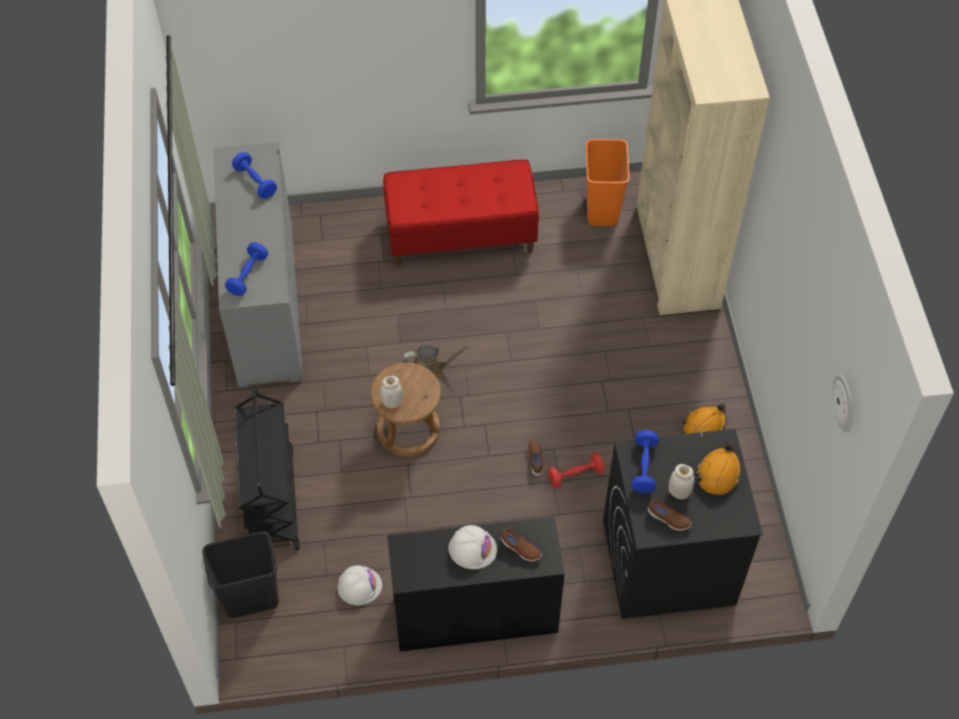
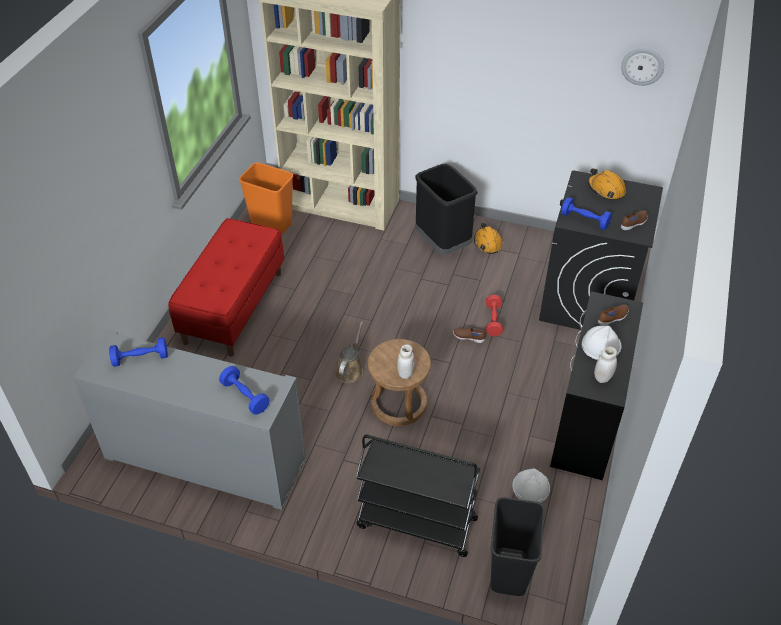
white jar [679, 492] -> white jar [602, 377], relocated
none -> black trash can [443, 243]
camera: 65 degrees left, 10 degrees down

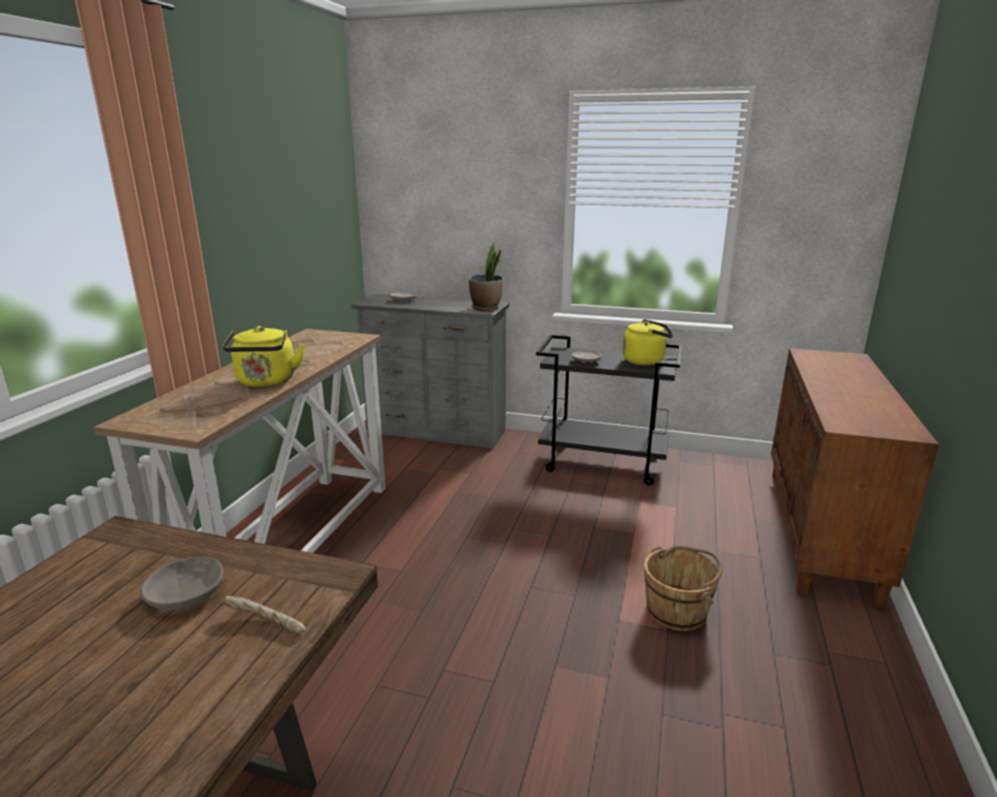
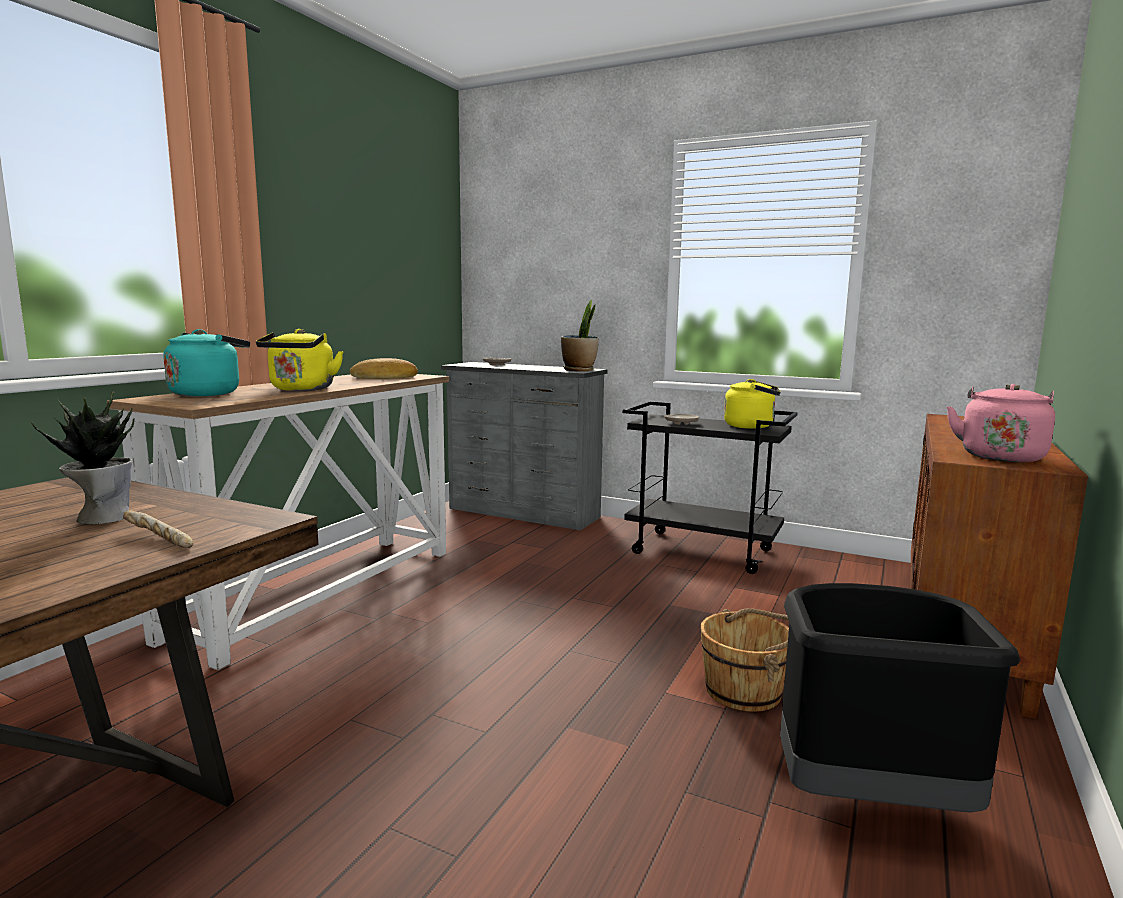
grey bowl [187, 593] -> potted plant [102, 517]
none -> turquoise kettle [208, 393]
none -> bread [385, 377]
none -> pink kettle [1000, 456]
none -> black trash can [867, 801]
camera: 10 degrees right, 10 degrees down

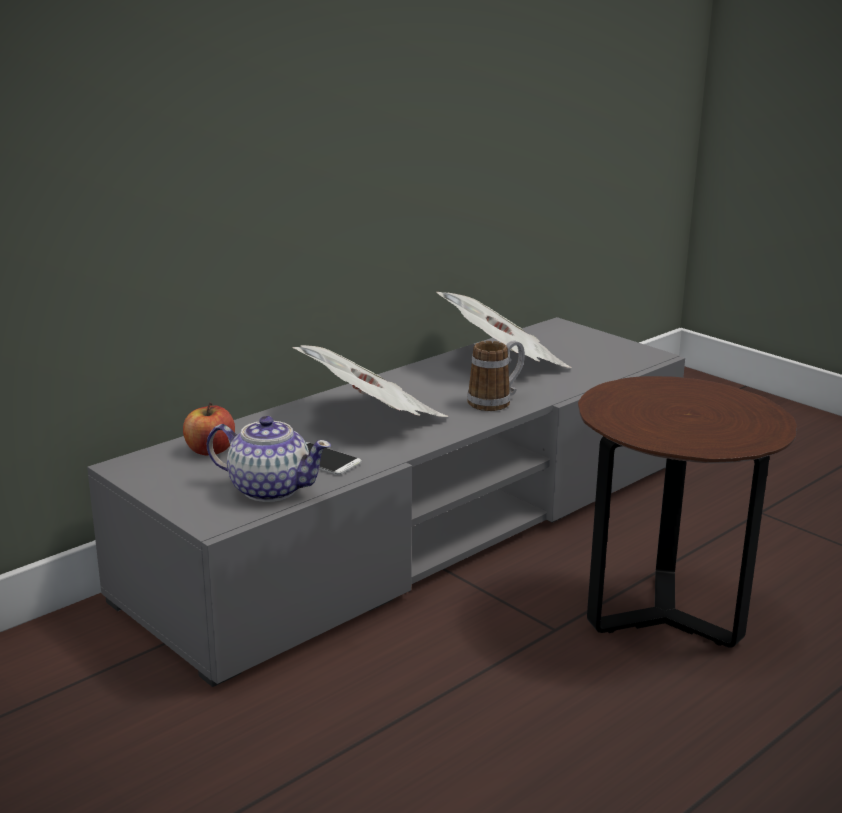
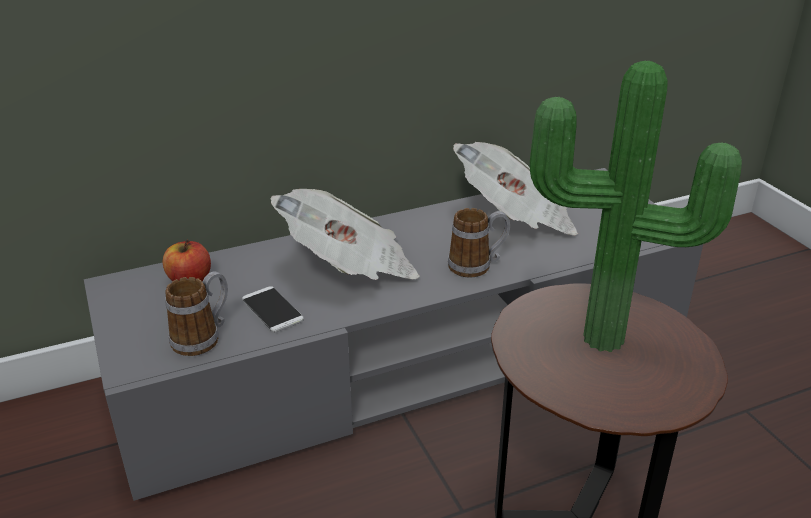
teapot [269, 489] -> mug [203, 337]
none -> potted plant [604, 344]
camera: 20 degrees right, 10 degrees up

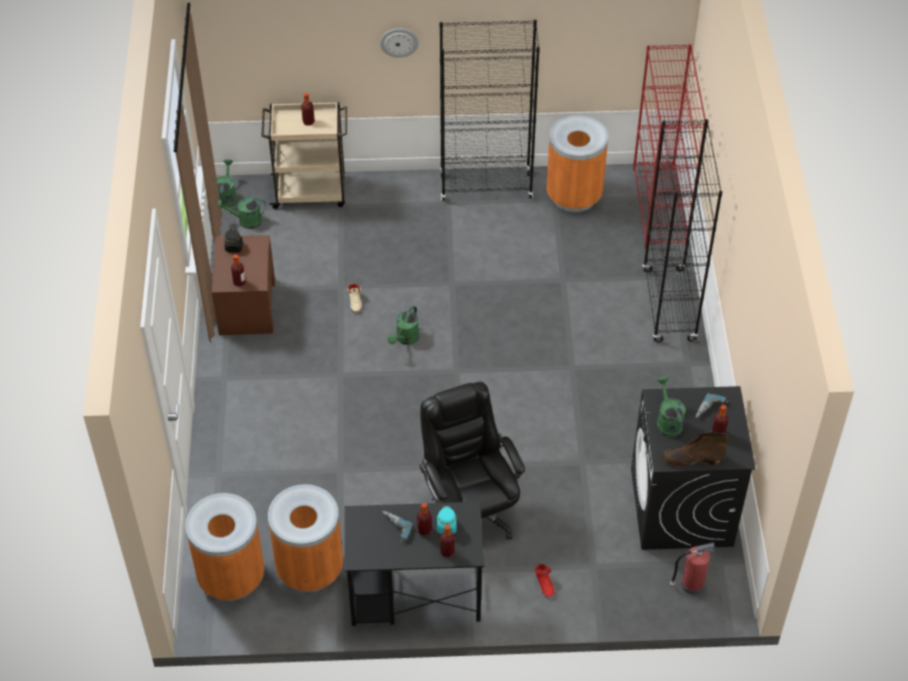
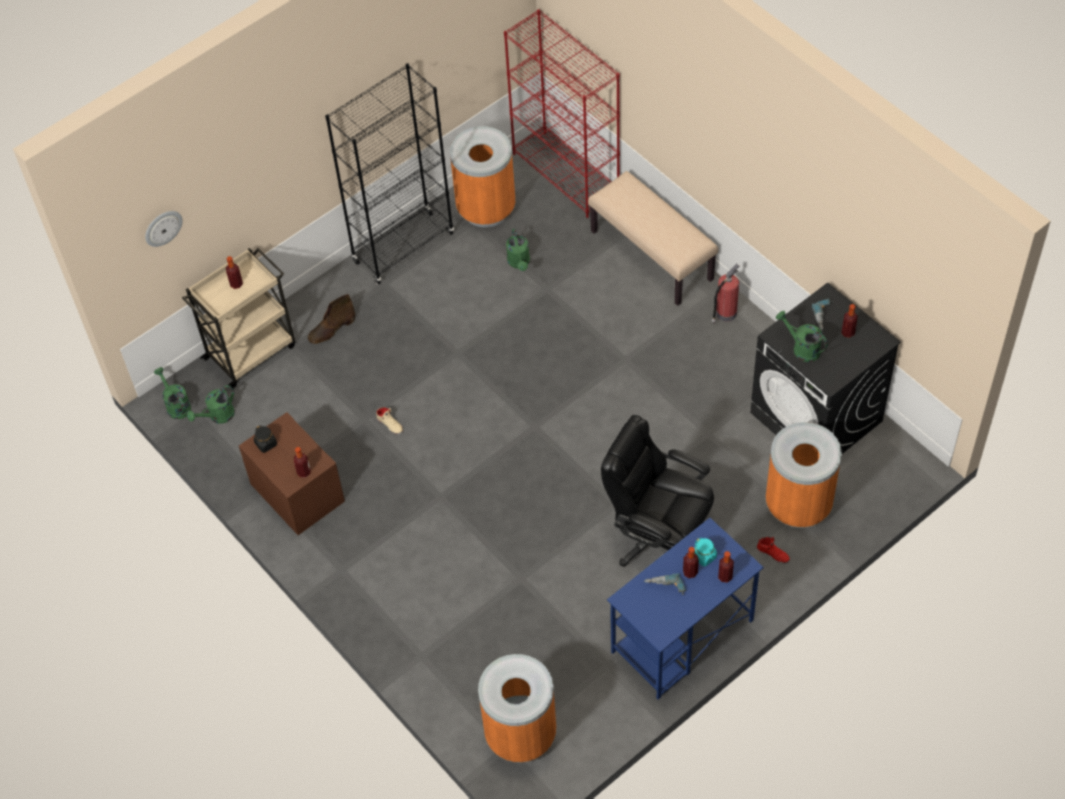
wall clock [399, 42] -> wall clock [163, 227], relocated
black bookcase [669, 306] -> beige bench [652, 255]
green watering can [405, 339] -> green watering can [519, 263], relocated
brown boot [692, 459] -> brown boot [331, 329], relocated
orange trash can [310, 569] -> orange trash can [798, 505], relocated
black desk [414, 594] -> blue desk [681, 637]
fire extinguisher [691, 585] -> fire extinguisher [725, 313], relocated
camera: 35 degrees left, 5 degrees up

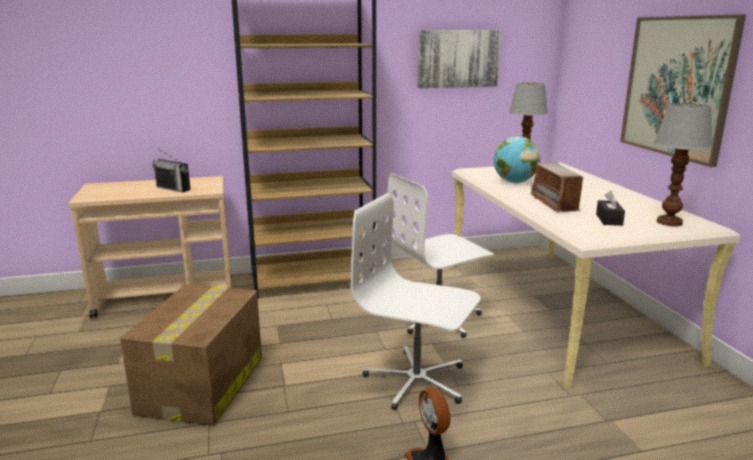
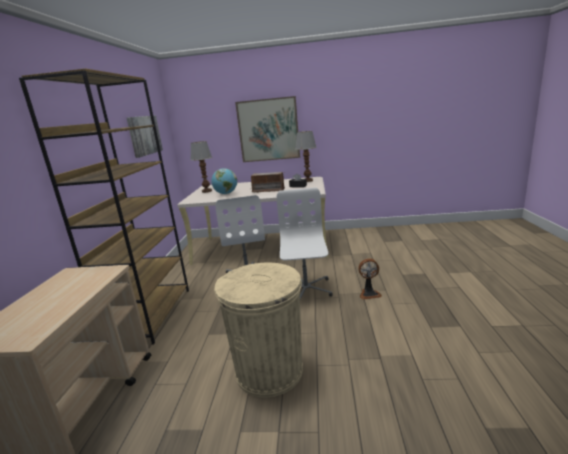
radio [173, 188] -> none
white office chair [416, 381] -> white office chair [305, 289], 135 degrees clockwise
cardboard box [201, 385] -> beige trash can [269, 371]
camera: 70 degrees left, 0 degrees up

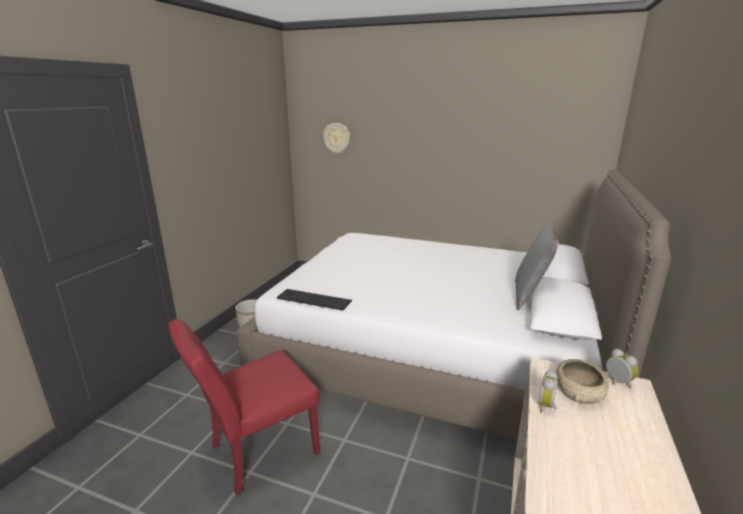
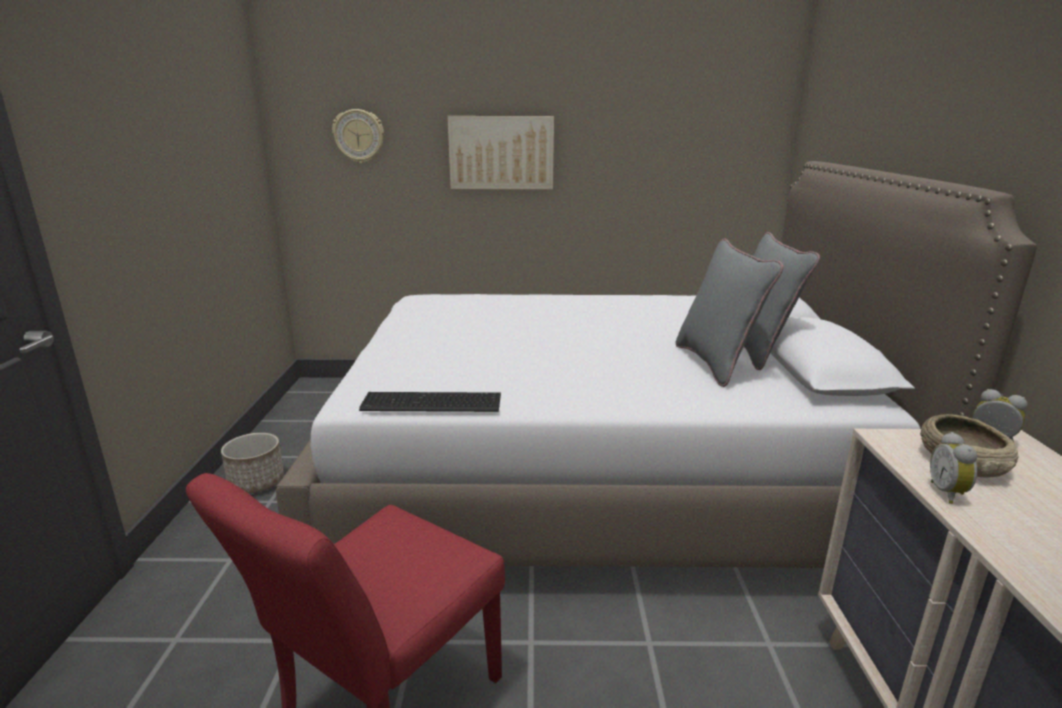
none -> picture [501, 153]
none -> grey pillow [716, 363]
camera: 20 degrees left, 0 degrees up

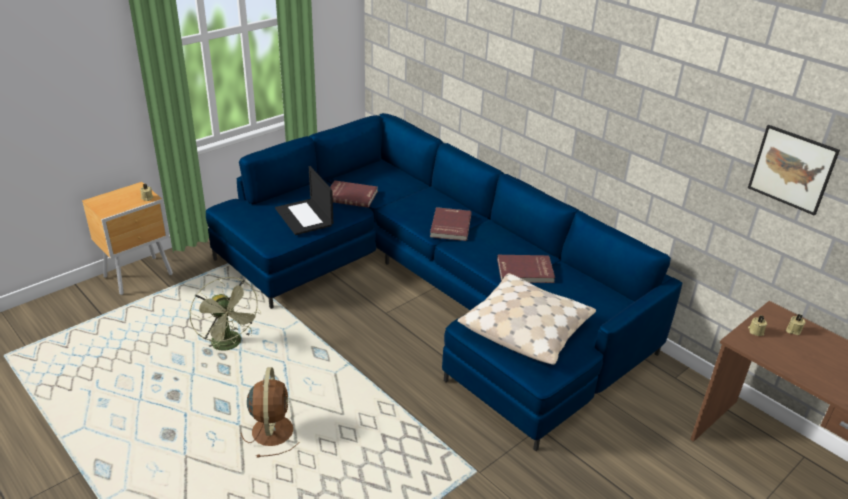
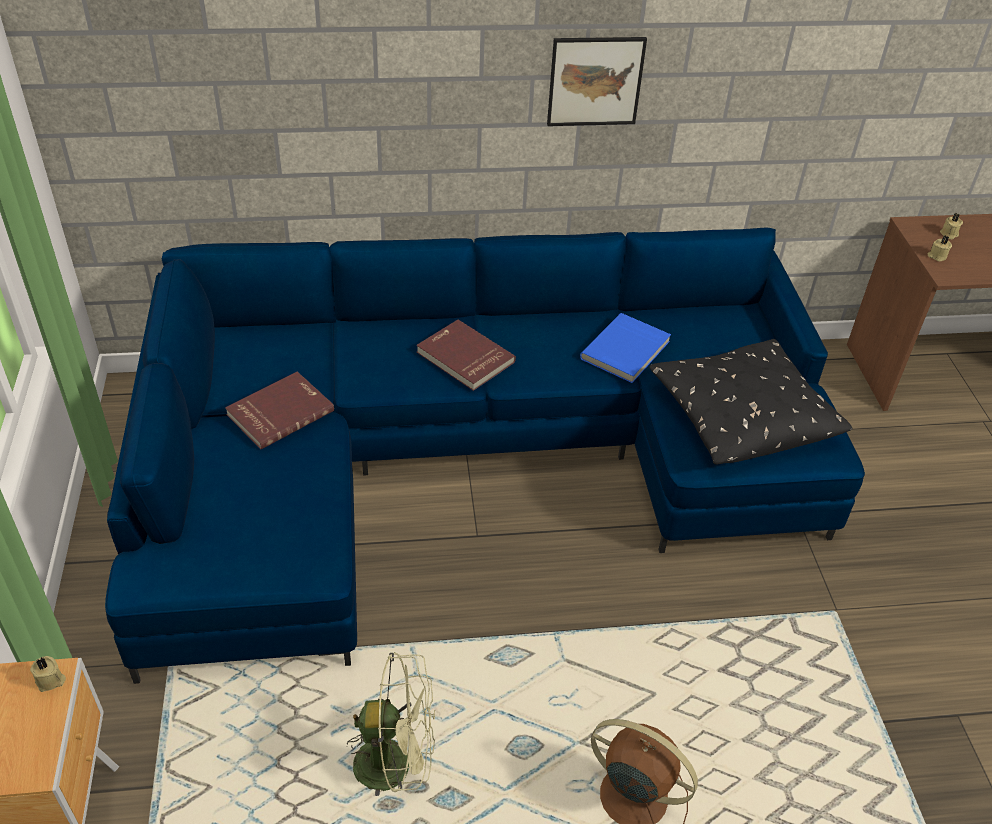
picture [792, 169] -> picture [595, 81], relocated
laptop [305, 217] -> none
red book [525, 271] -> blue book [626, 351]
beige pillow [526, 328] -> black pillow [741, 415]
camera: 55 degrees left, 10 degrees up

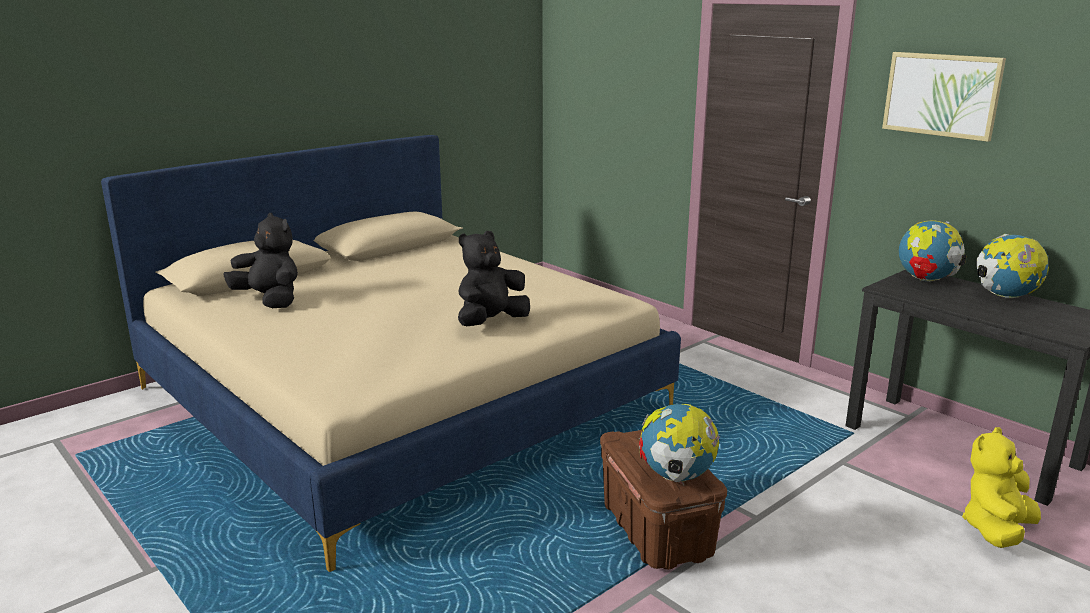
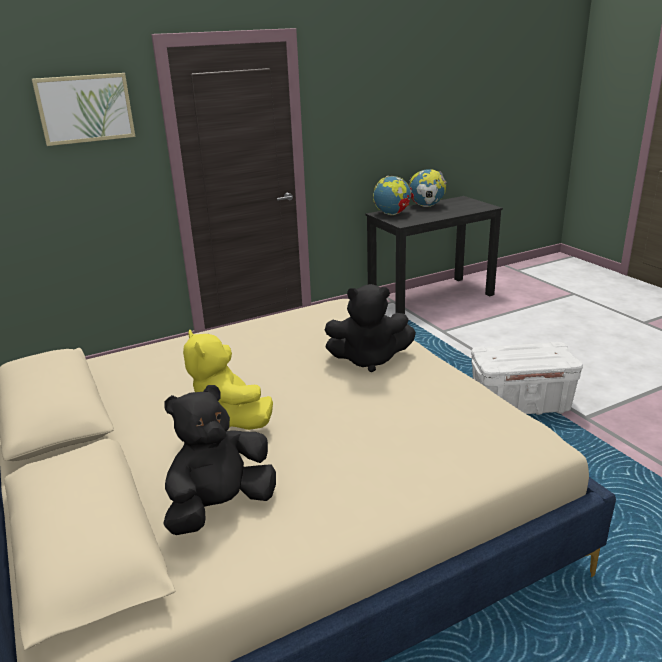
picture [941, 95] -> picture [85, 108], relocated
black plush toy [491, 322] -> black plush toy [369, 359], 60 degrees counterclockwise
globe [676, 477] -> none
yellow plush toy [996, 530] -> yellow plush toy [230, 420], relocated
brown storage box [657, 531] -> white storage box [520, 404]
camera: 75 degrees left, 5 degrees up

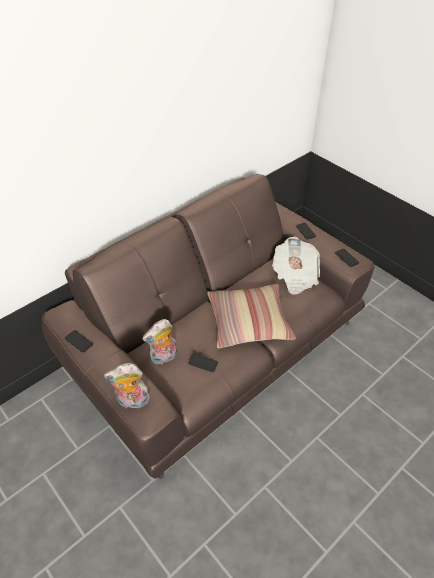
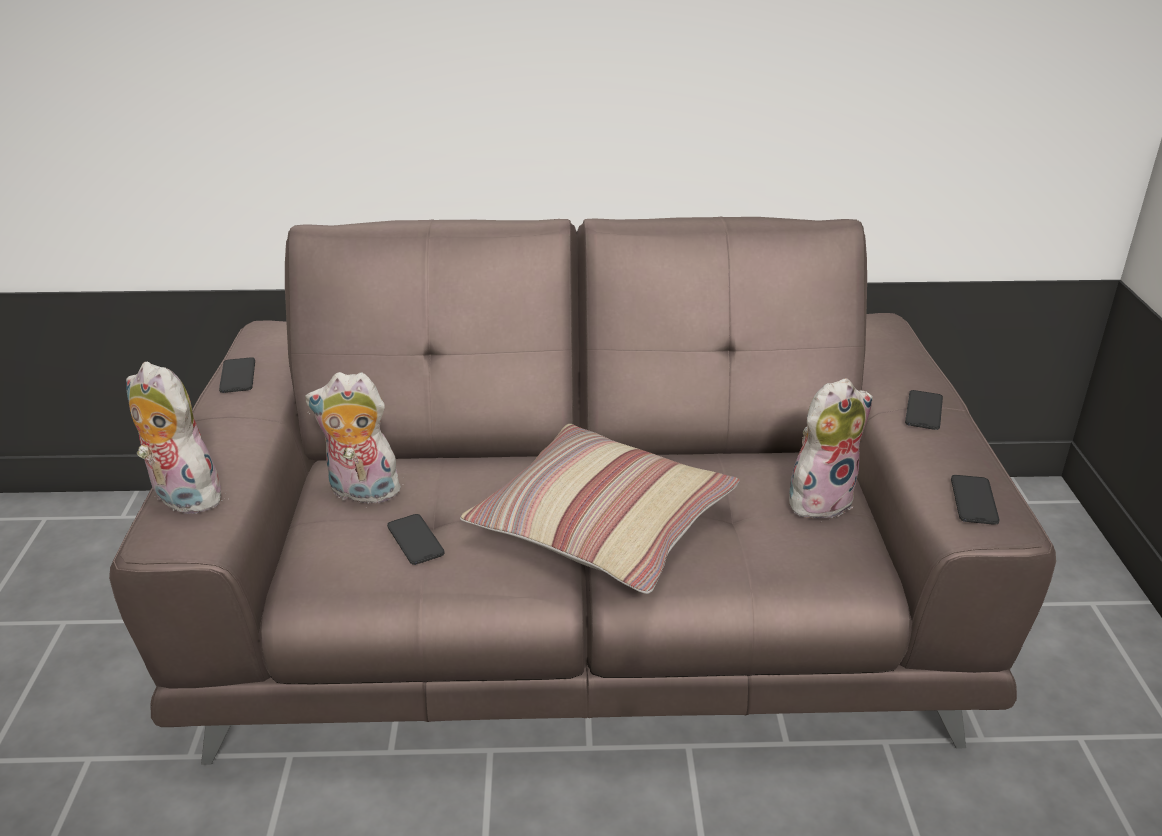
newspaper [295, 276] -> plush toy [820, 499]
camera: 40 degrees right, 15 degrees down

